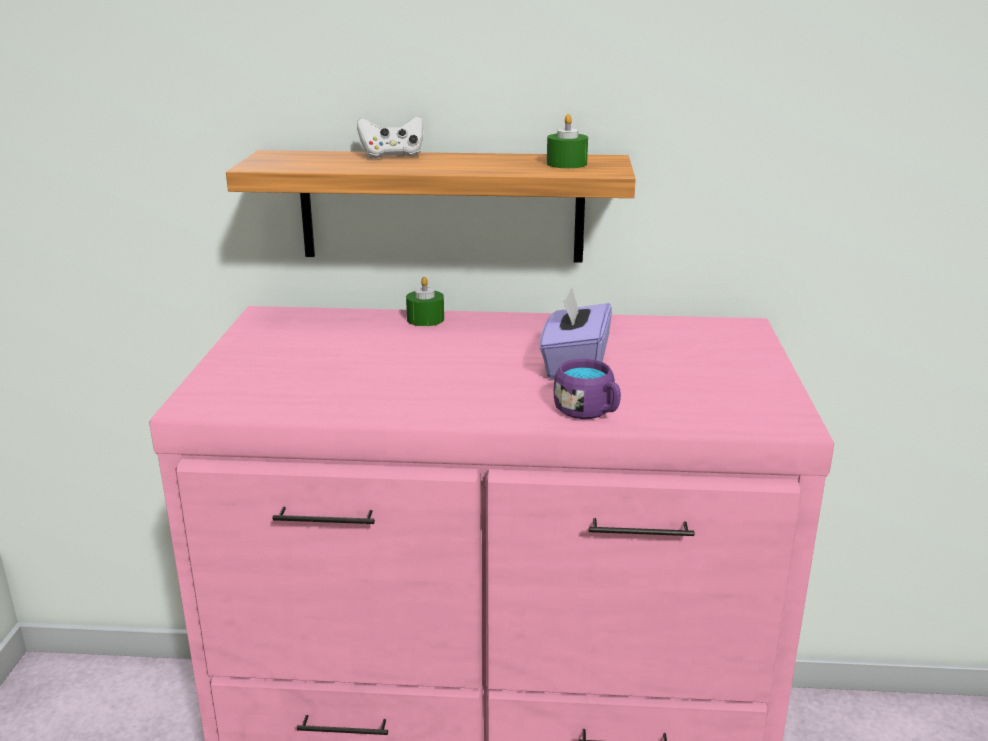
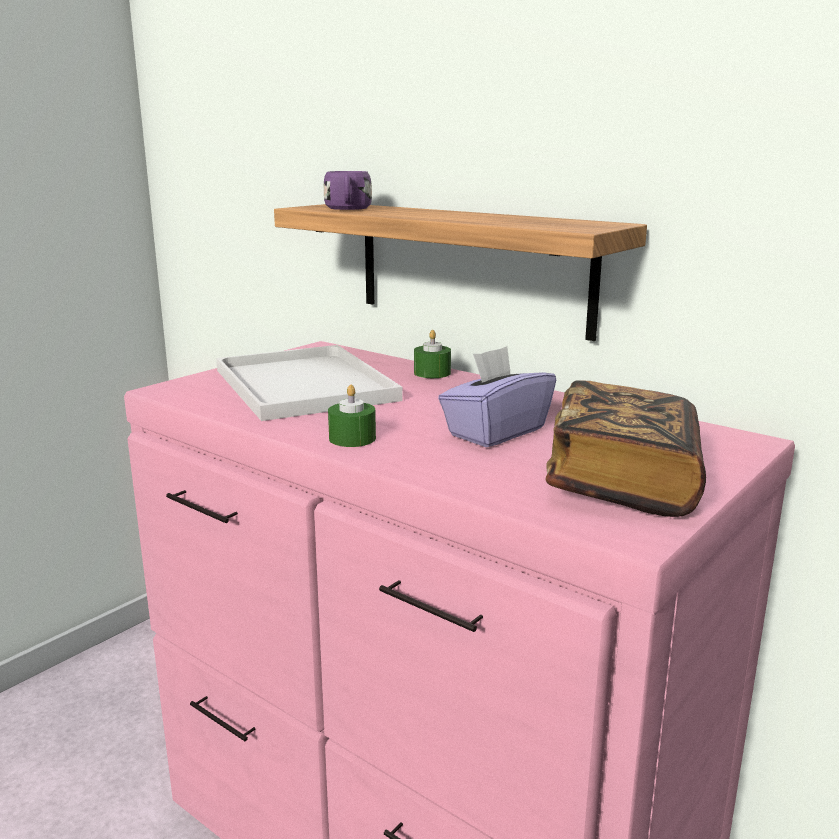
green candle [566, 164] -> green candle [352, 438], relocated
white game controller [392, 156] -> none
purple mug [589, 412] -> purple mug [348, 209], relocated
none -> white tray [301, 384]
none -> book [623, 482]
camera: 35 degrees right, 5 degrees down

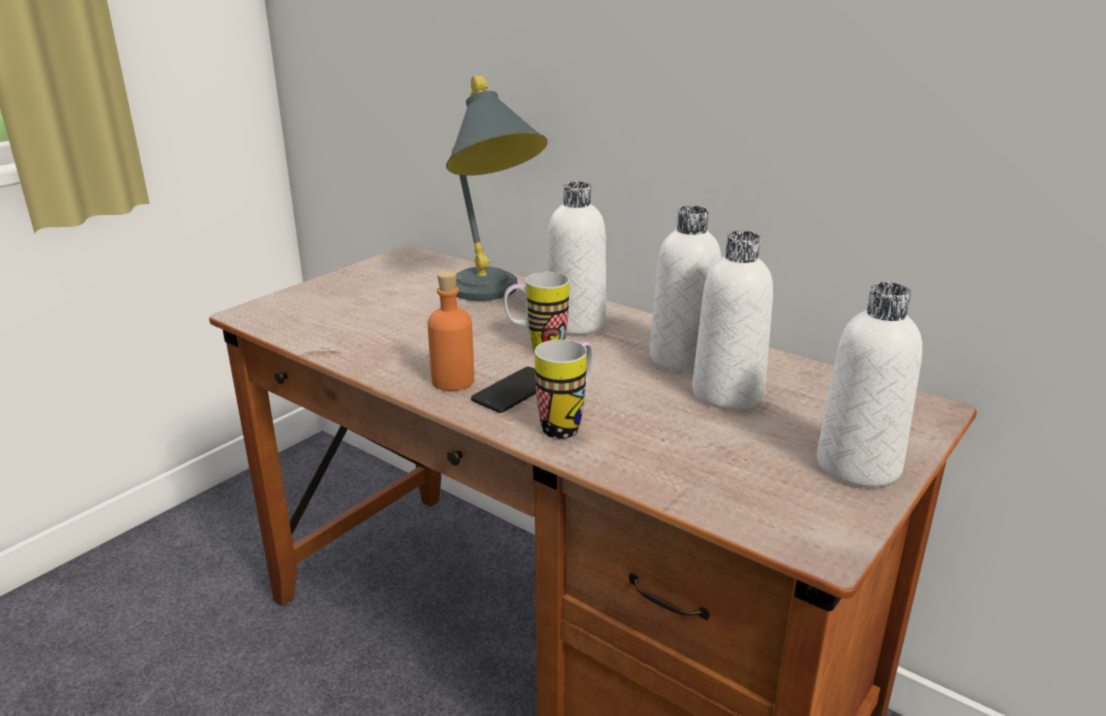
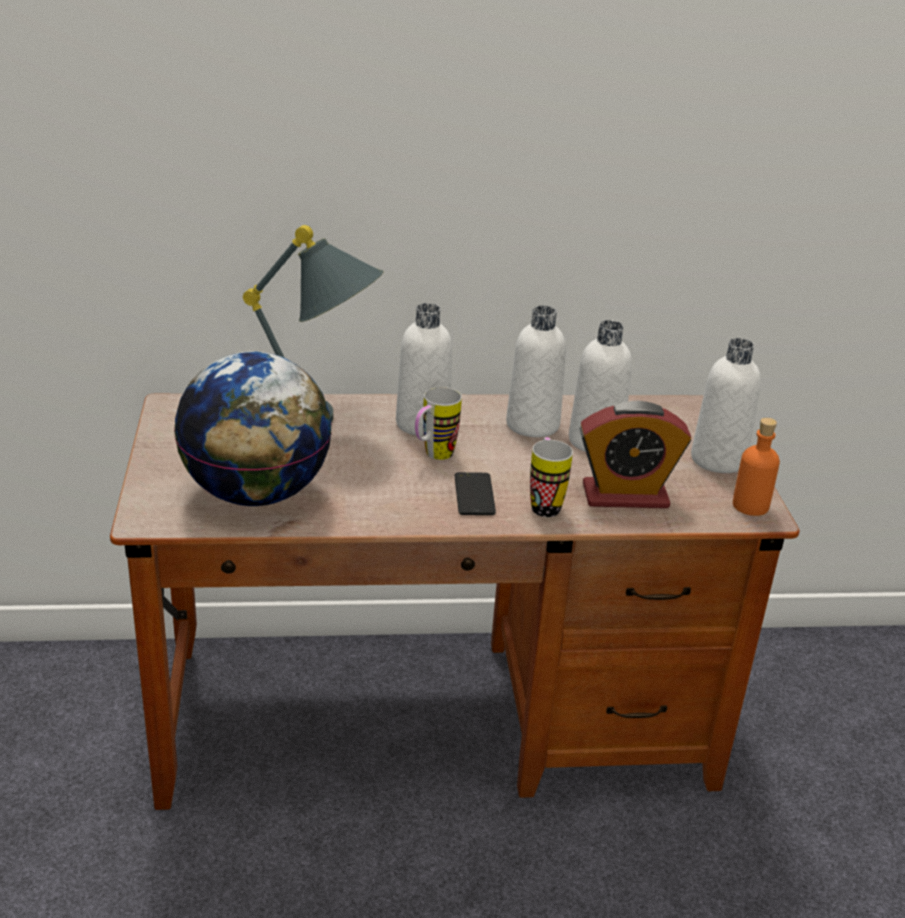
orange bottle [453, 381] -> orange bottle [750, 505], relocated
none -> globe [255, 494]
none -> alarm clock [625, 496]
camera: 45 degrees left, 5 degrees up

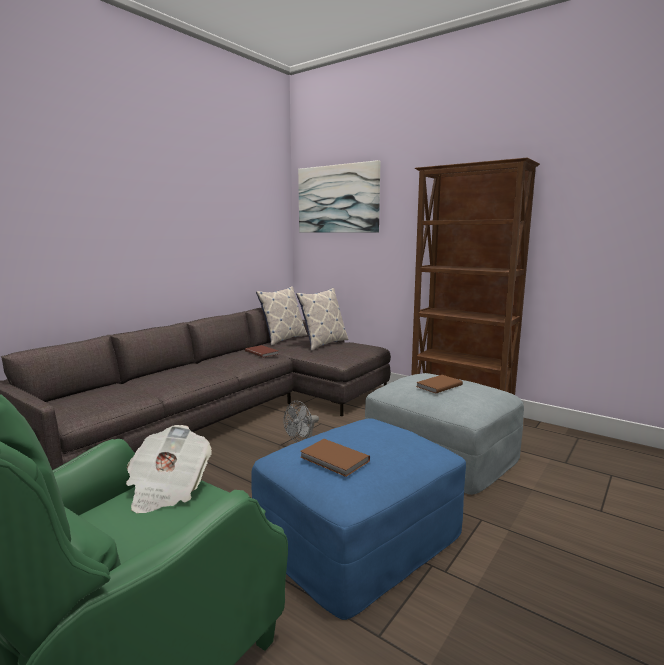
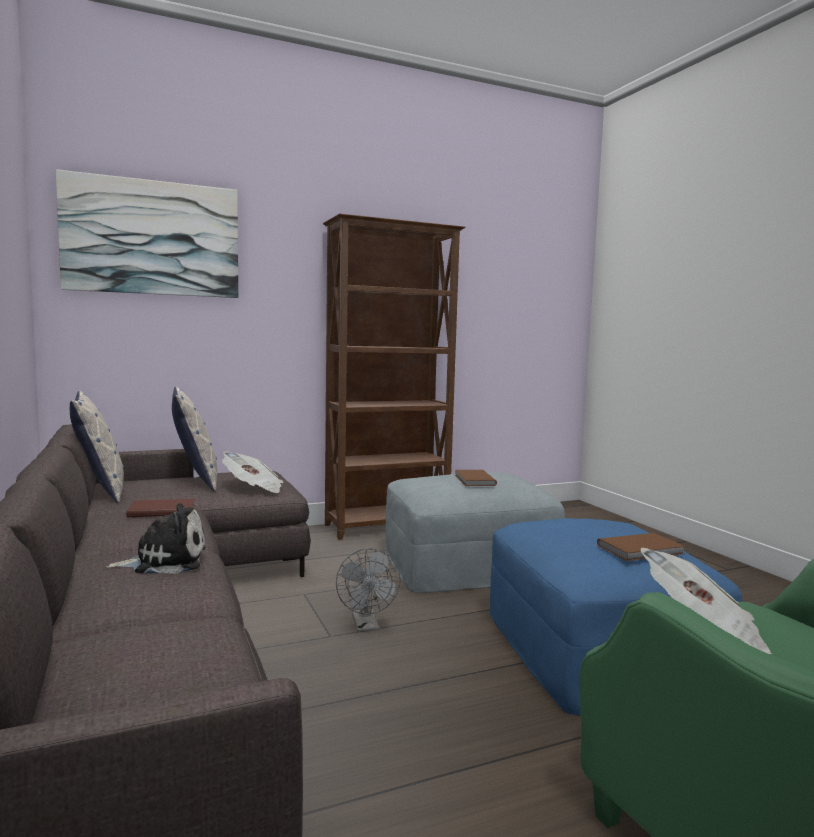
none -> newspaper [254, 488]
none -> plush toy [165, 561]
camera: 60 degrees left, 5 degrees down

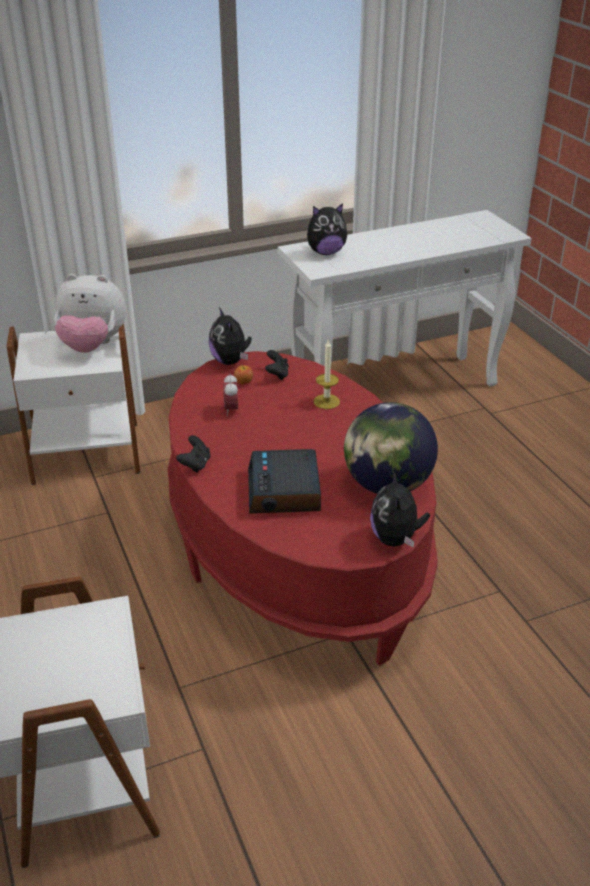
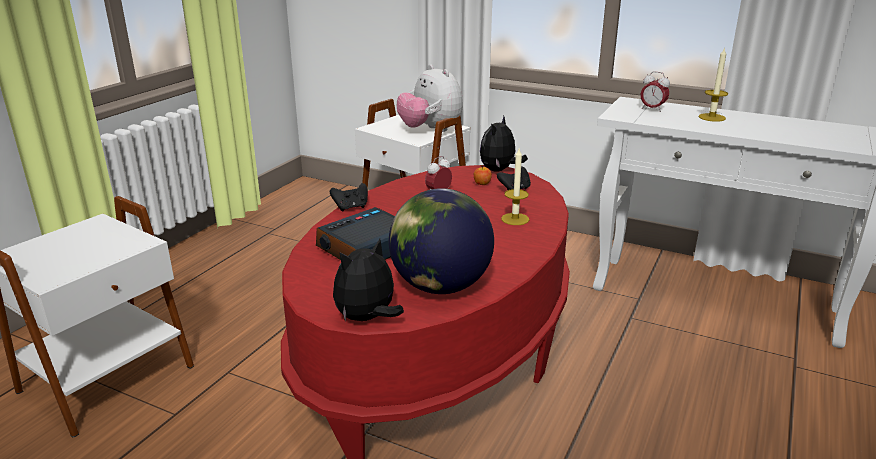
plush toy [326, 252] -> alarm clock [652, 109]
none -> candle [712, 117]
camera: 50 degrees right, 10 degrees down

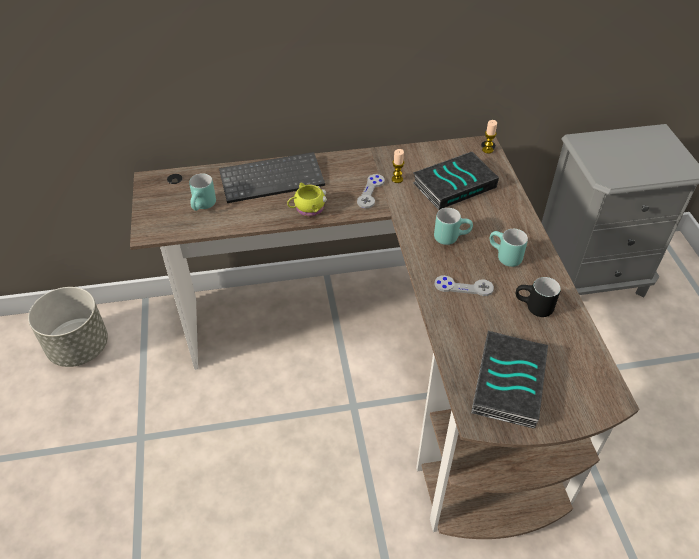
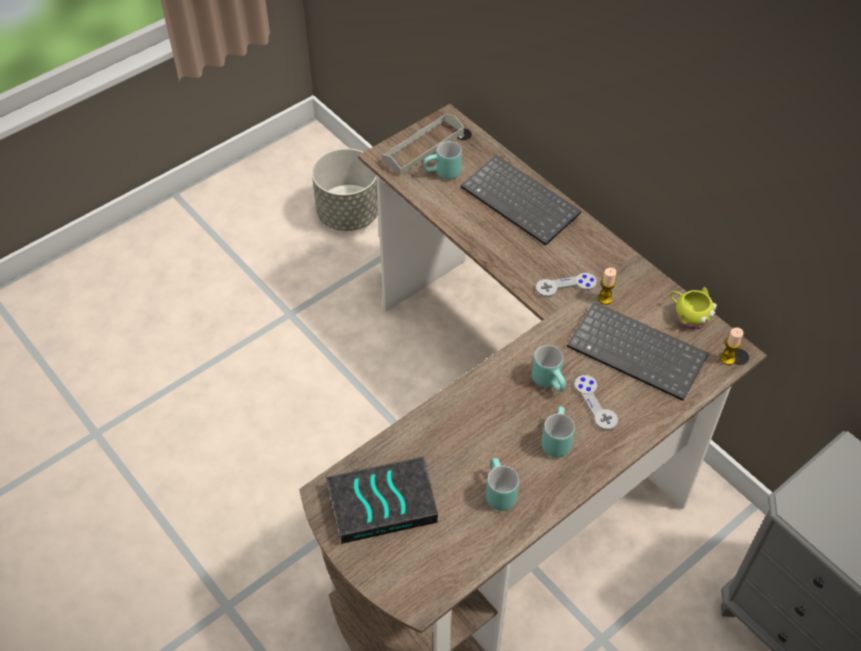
book [454, 184] -> keyboard [639, 351]
yellow mug [307, 209] -> yellow mug [689, 315], relocated
grey game controller [463, 287] -> grey game controller [595, 403], relocated
black mug [533, 308] -> turquoise mug [497, 492]
none -> grey tray [423, 147]
camera: 60 degrees right, 5 degrees up

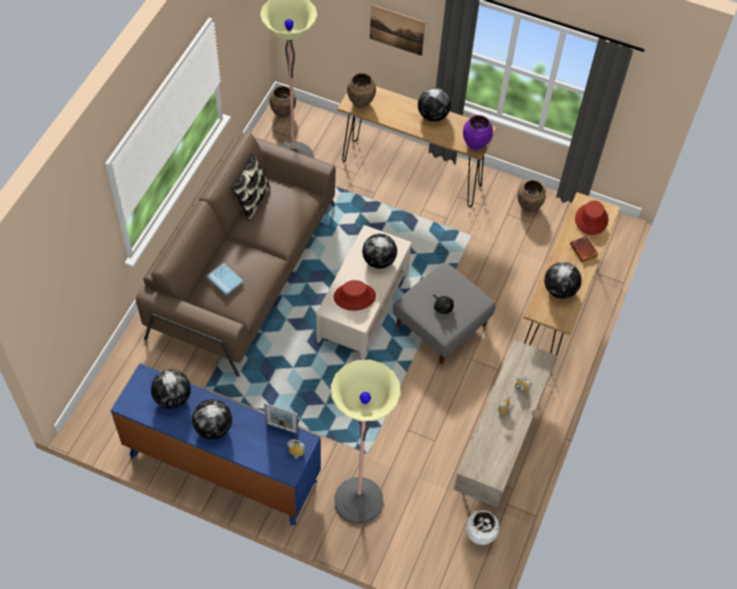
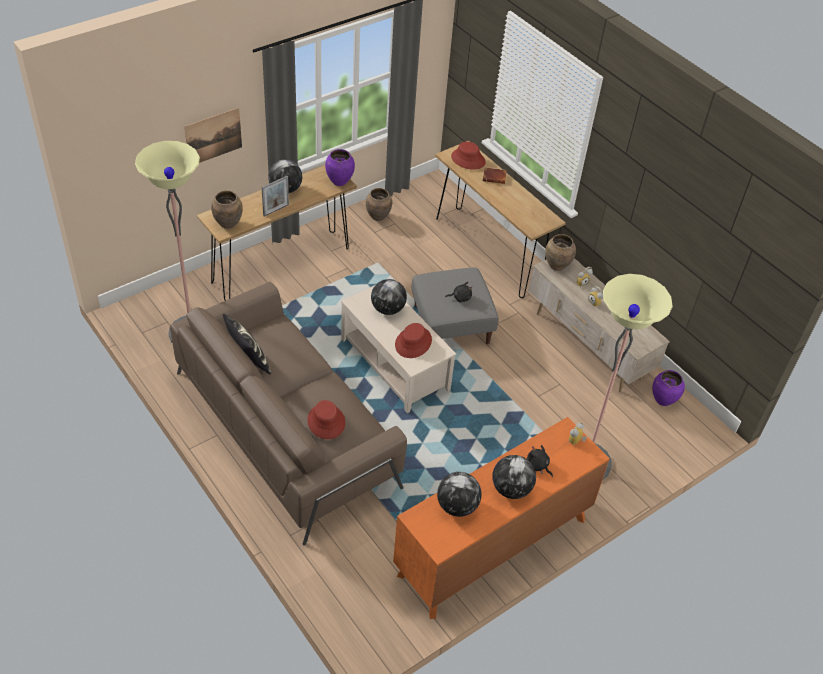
brown vase [283, 113] -> brown vase [556, 266], relocated
globe [559, 290] -> none
blue book [225, 280] -> red hat [326, 422]
blue dresser [222, 467] -> orange dresser [493, 547]
picture frame [282, 428] -> picture frame [276, 210], relocated
white vase [480, 535] -> purple vase [663, 400]
none -> black plush toy [538, 466]
camera: 60 degrees left, 10 degrees down

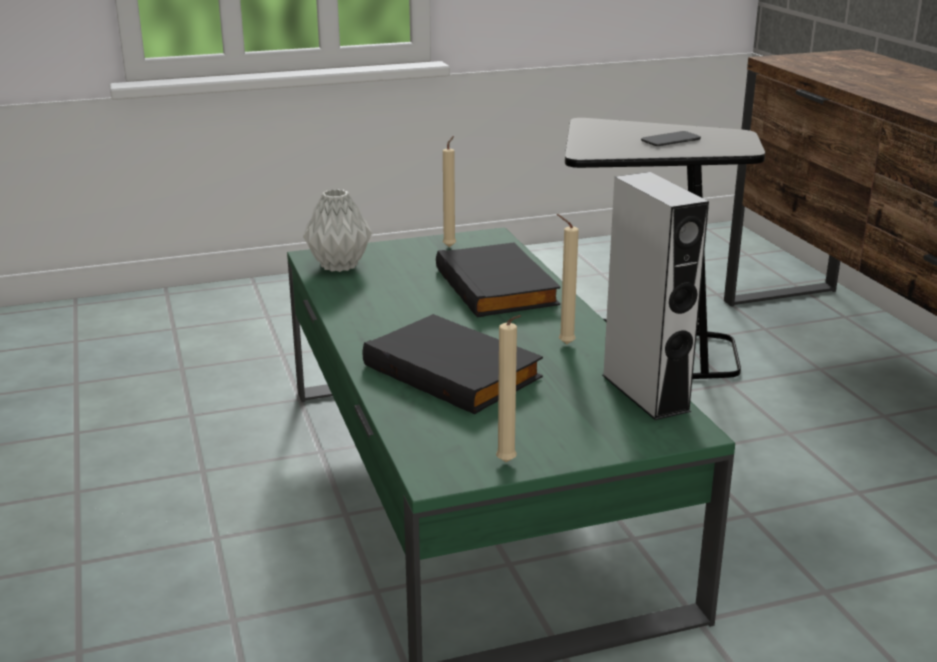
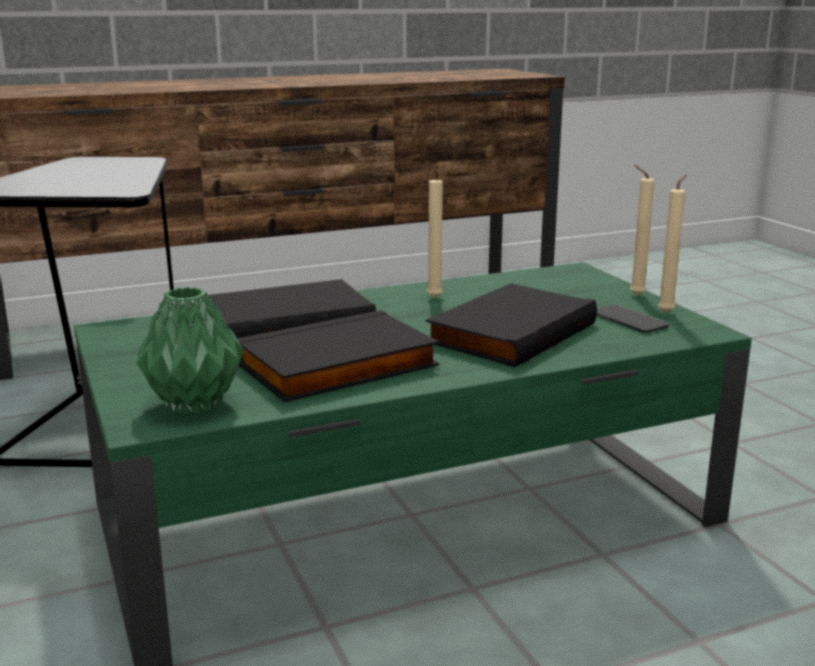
phone [670, 140] -> phone [629, 320], relocated
beige candle [450, 246] -> beige candle [634, 295], relocated
grey speaker [645, 392] -> none
grey vase [338, 266] -> green vase [196, 404]
none -> black book [338, 367]
camera: 95 degrees left, 5 degrees down

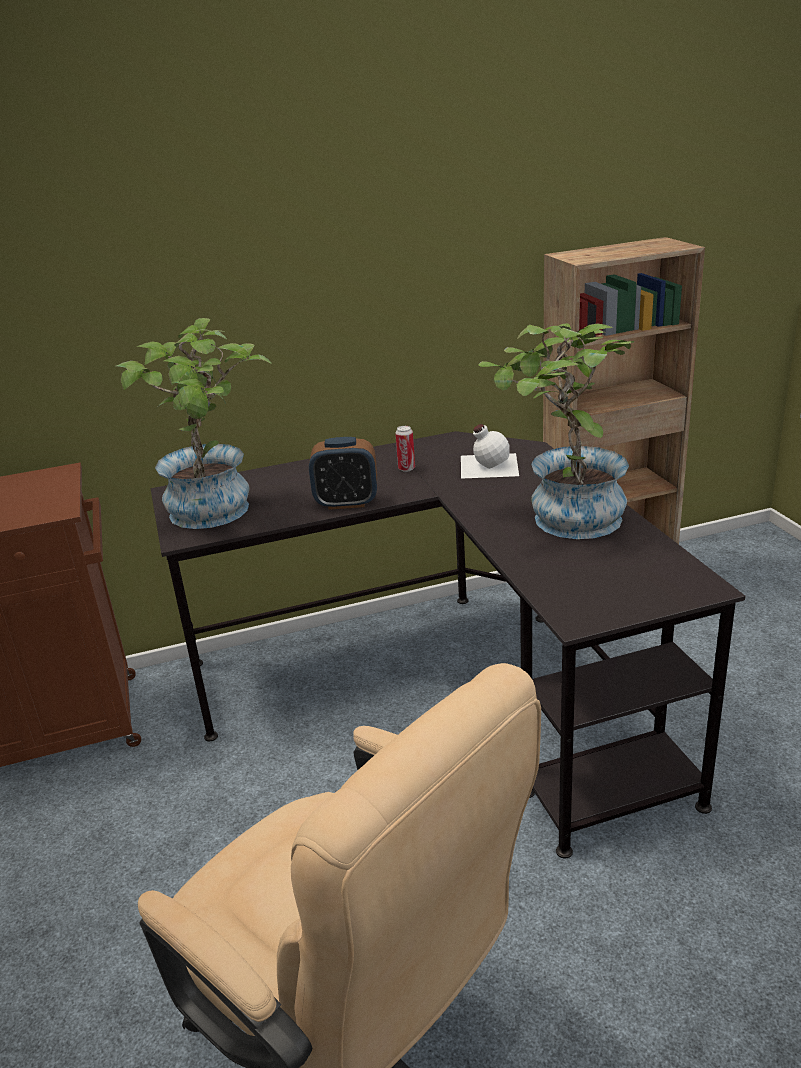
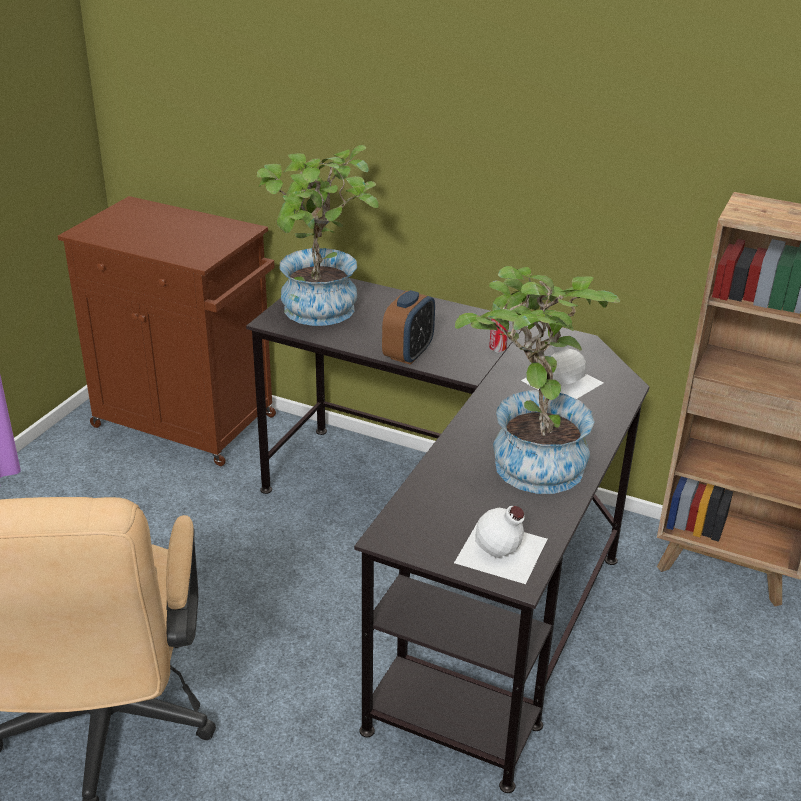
alarm clock [346, 503] -> alarm clock [408, 354], 105 degrees counterclockwise
none -> white bottle [502, 551]
camera: 40 degrees right, 5 degrees up

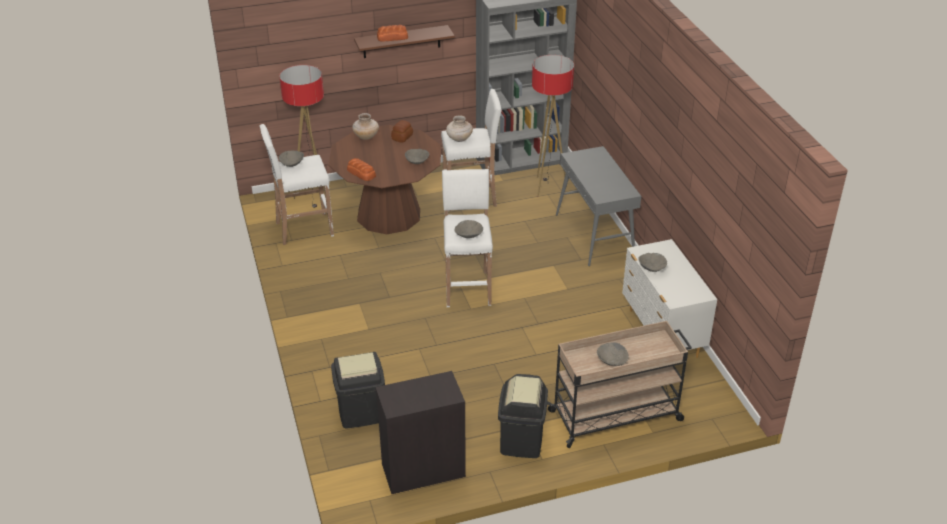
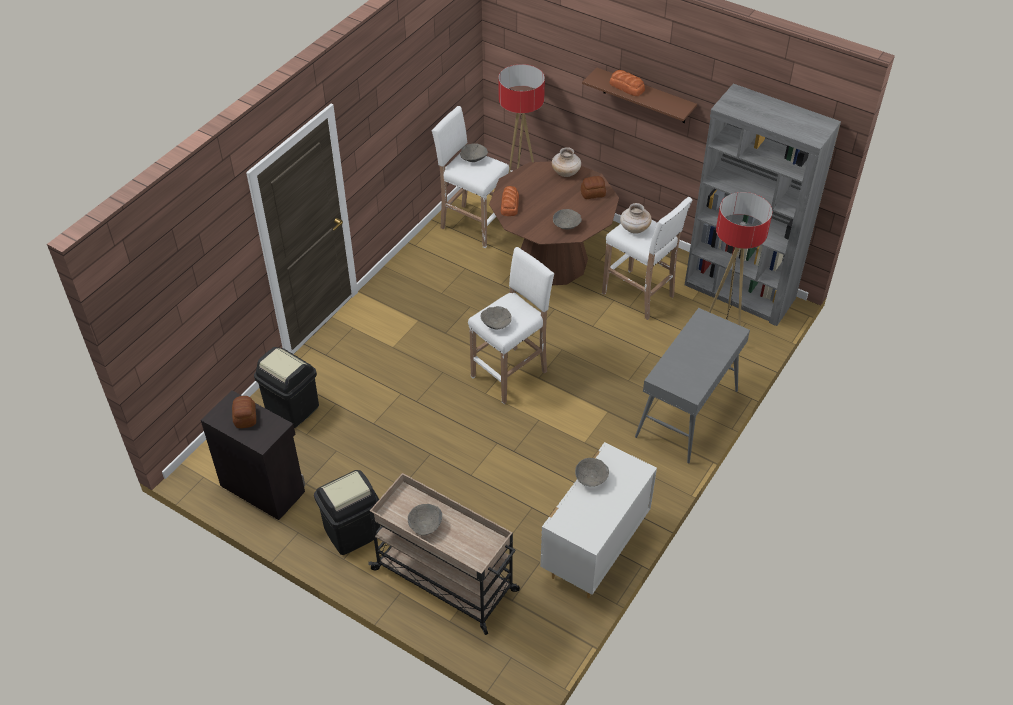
none -> bread [245, 417]
camera: 50 degrees right, 10 degrees up

